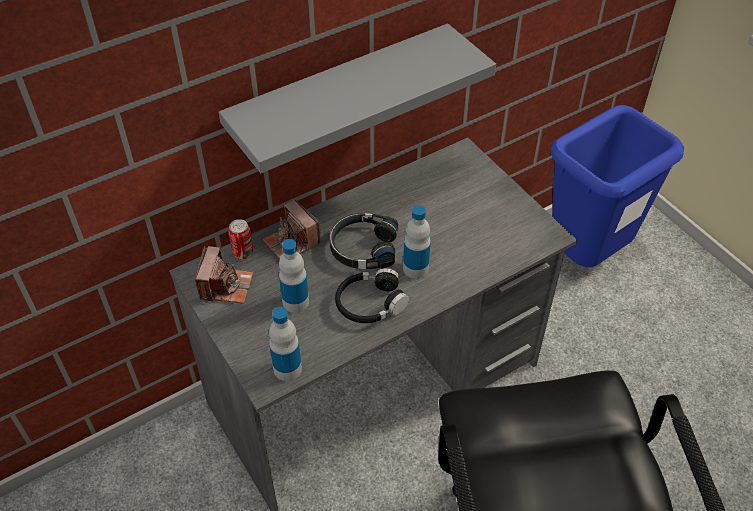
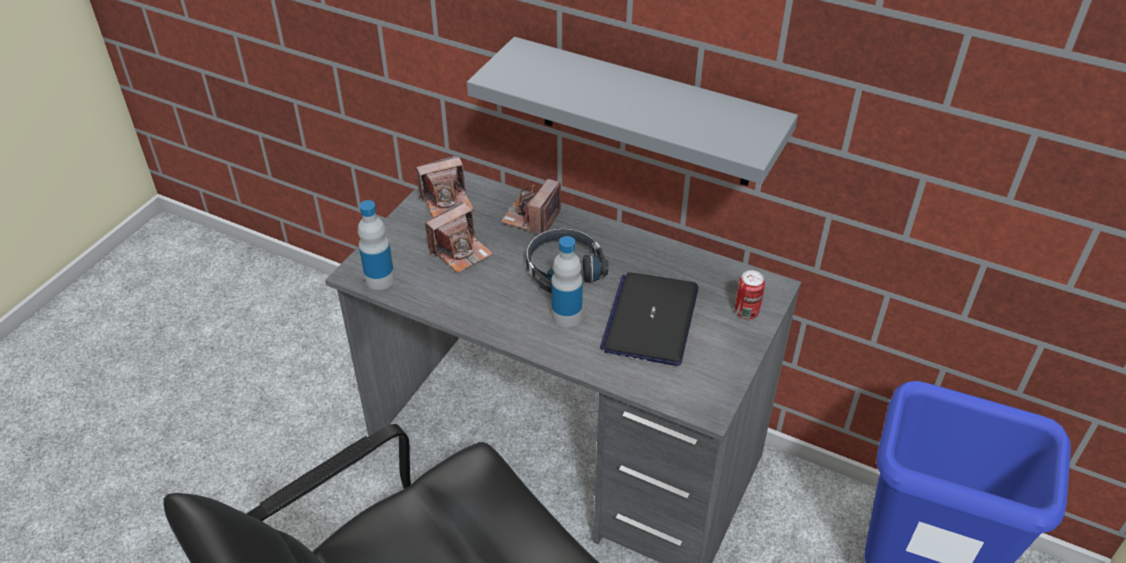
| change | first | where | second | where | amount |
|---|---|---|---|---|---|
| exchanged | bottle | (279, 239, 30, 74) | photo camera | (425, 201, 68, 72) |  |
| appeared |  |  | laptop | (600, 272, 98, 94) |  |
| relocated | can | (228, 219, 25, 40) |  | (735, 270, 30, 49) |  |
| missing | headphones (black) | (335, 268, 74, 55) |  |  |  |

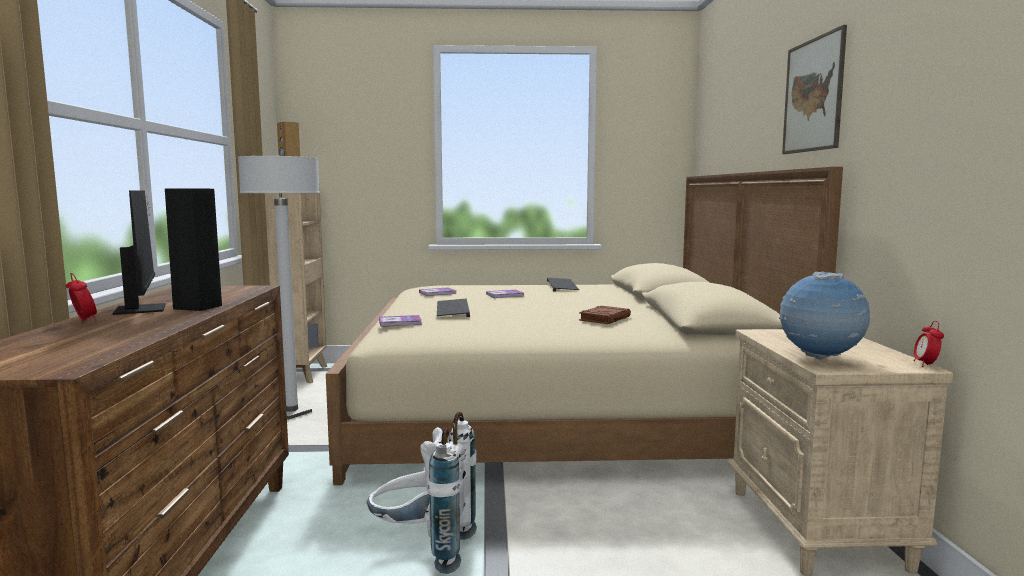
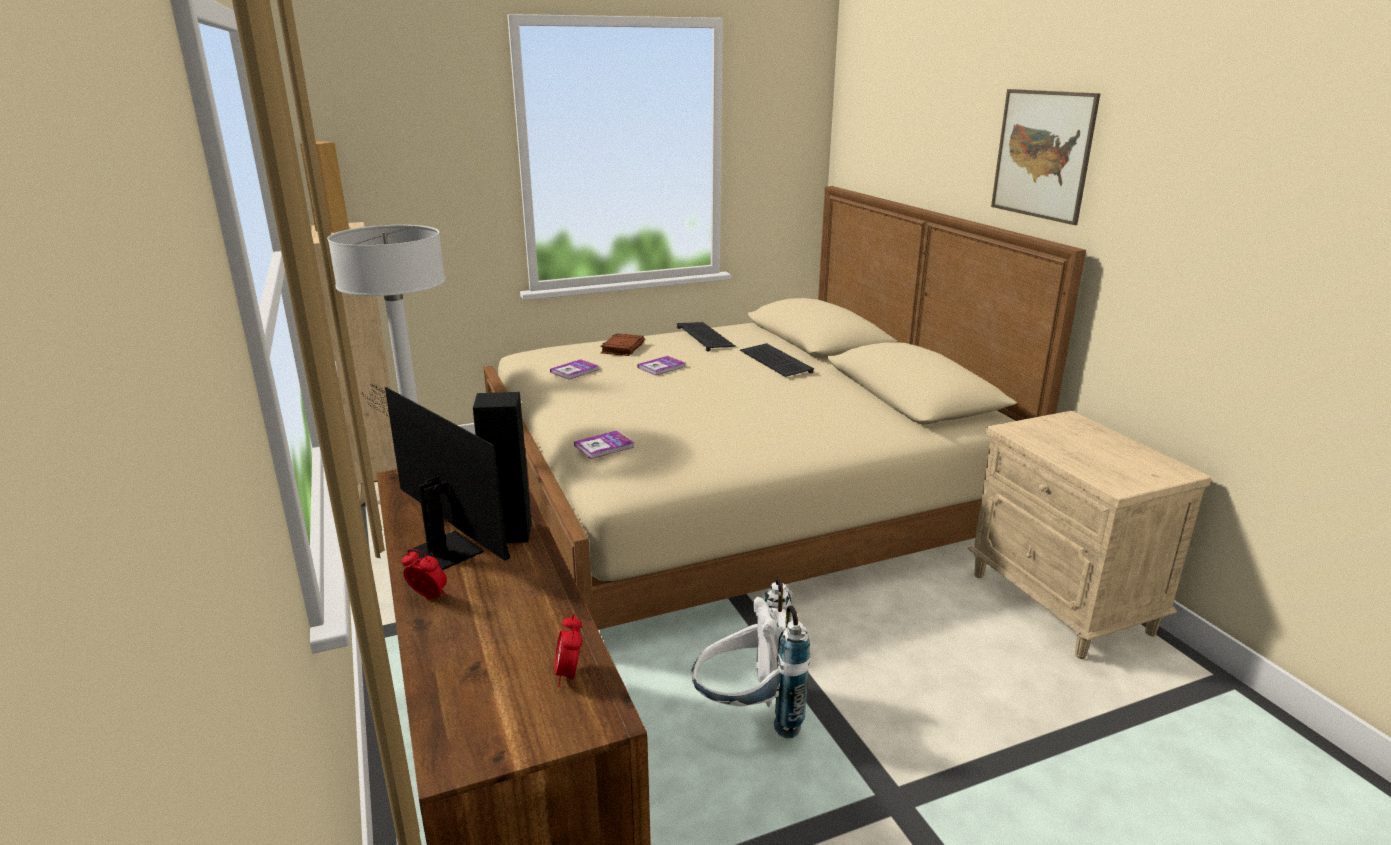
| change | first | where | second | where | amount |
|---|---|---|---|---|---|
| relocated | alarm clock | (914, 321, 30, 46) |  | (555, 613, 27, 74) |  |
| relocated | book (brown) | (579, 306, 52, 18) |  | (601, 333, 44, 23) |  |
| relocated | keyboard | (437, 298, 33, 19) |  | (740, 343, 74, 34) |  |
| missing | globe | (779, 271, 91, 89) |  |  |  |

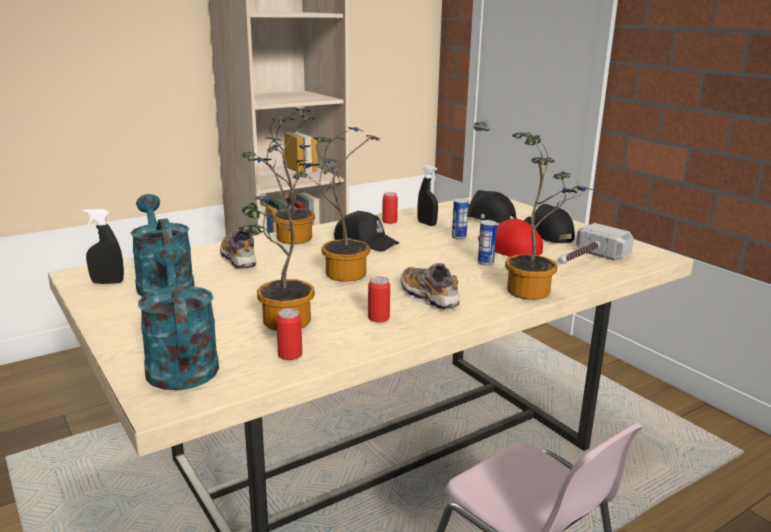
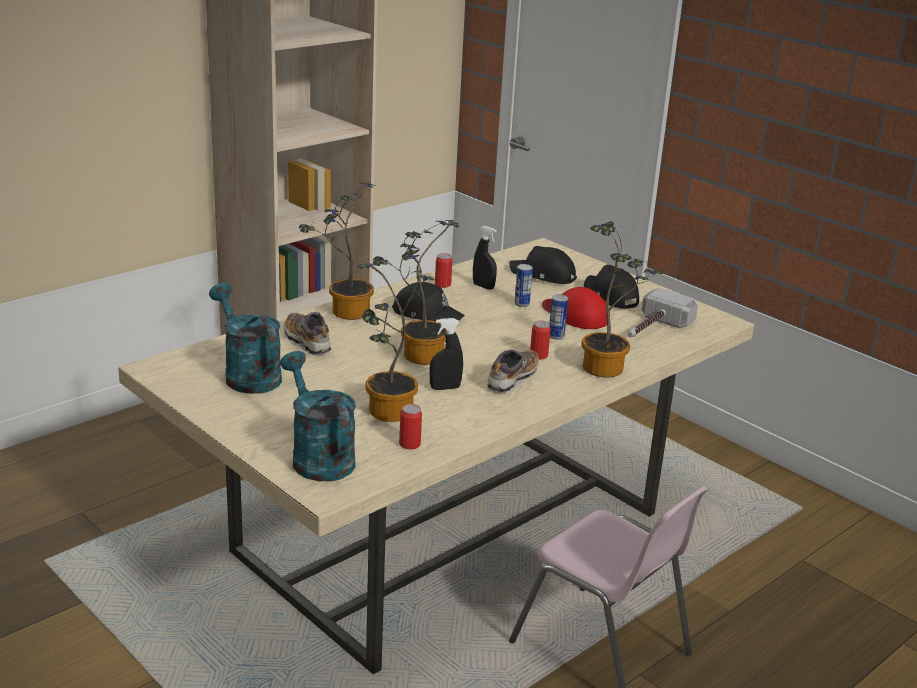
| change | first | where | second | where | amount |
|---|---|---|---|---|---|
| relocated | spray bottle (black) | (84, 209, 40, 75) |  | (430, 318, 33, 72) |  |
| spun | shoe | (401, 263, 59, 48) |  | (487, 349, 52, 44) | 75 degrees clockwise |
| relocated | can | (368, 276, 22, 46) |  | (530, 321, 21, 39) |  |

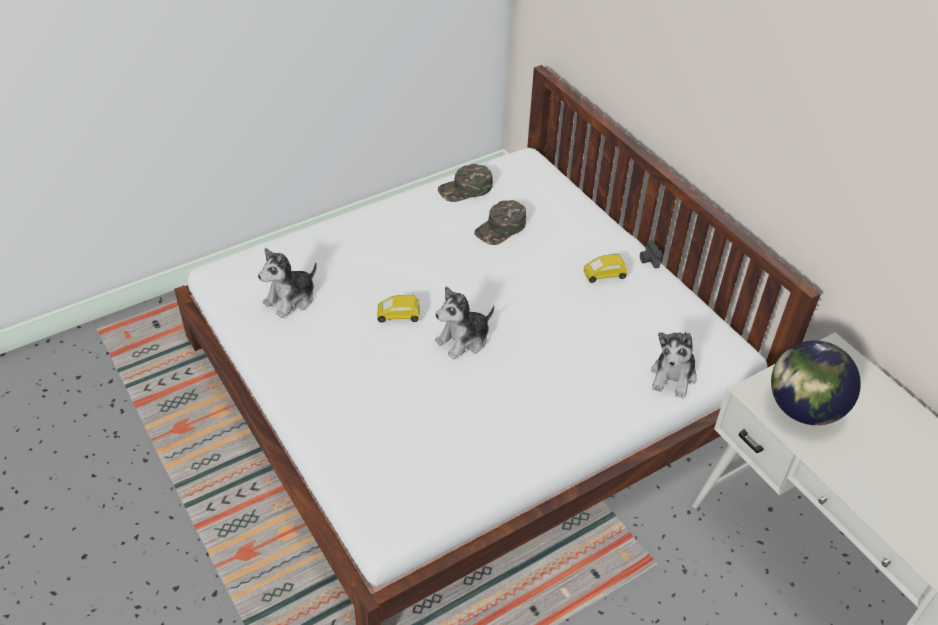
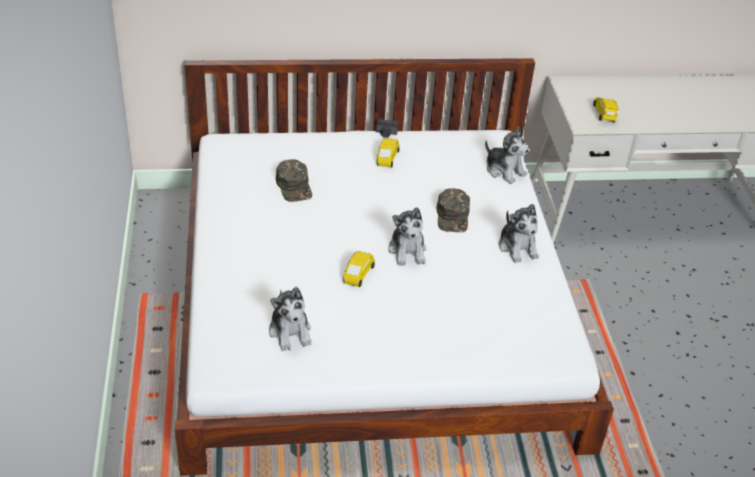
| change | first | where | second | where | amount |
|---|---|---|---|---|---|
| relocated | cap (green) | (438, 164, 55, 38) |  | (437, 188, 33, 44) |  |
| appeared |  |  | plush toy | (498, 204, 41, 59) |  |
| exchanged | globe | (771, 340, 90, 85) | toy car (yellow) | (593, 98, 26, 25) |  |

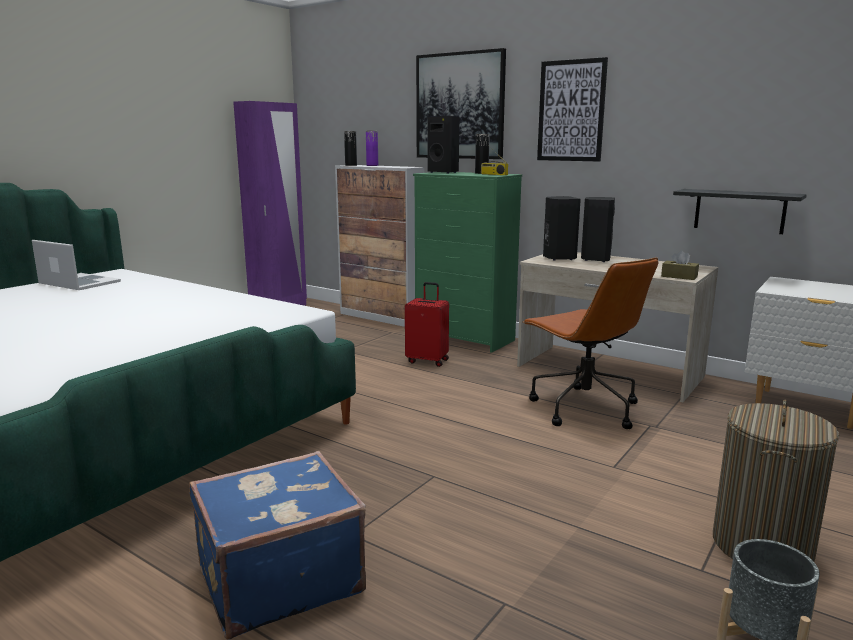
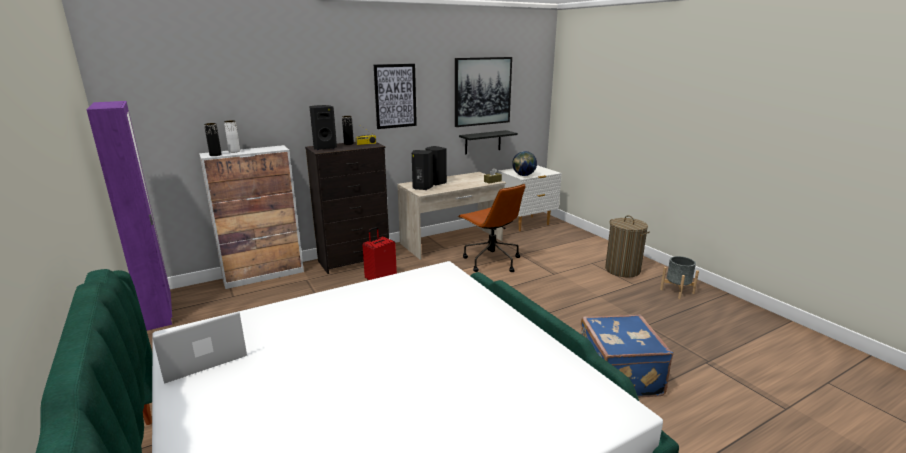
| change | first | where | second | where | amount |
|---|---|---|---|---|---|
| colour | vase (purple) | (366, 131, 12, 35) | vase (white) | (224, 120, 16, 33) |  |
| colour | dresser (green) | (413, 172, 109, 181) | dresser (black) | (305, 142, 84, 132) |  |
| relocated | picture | (416, 48, 90, 111) |  | (455, 57, 57, 70) |  |
| spun | office chair (brown) | (523, 257, 135, 172) |  | (458, 184, 67, 88) | 60 degrees clockwise |
| appeared |  |  | globe | (512, 151, 25, 25) |  |

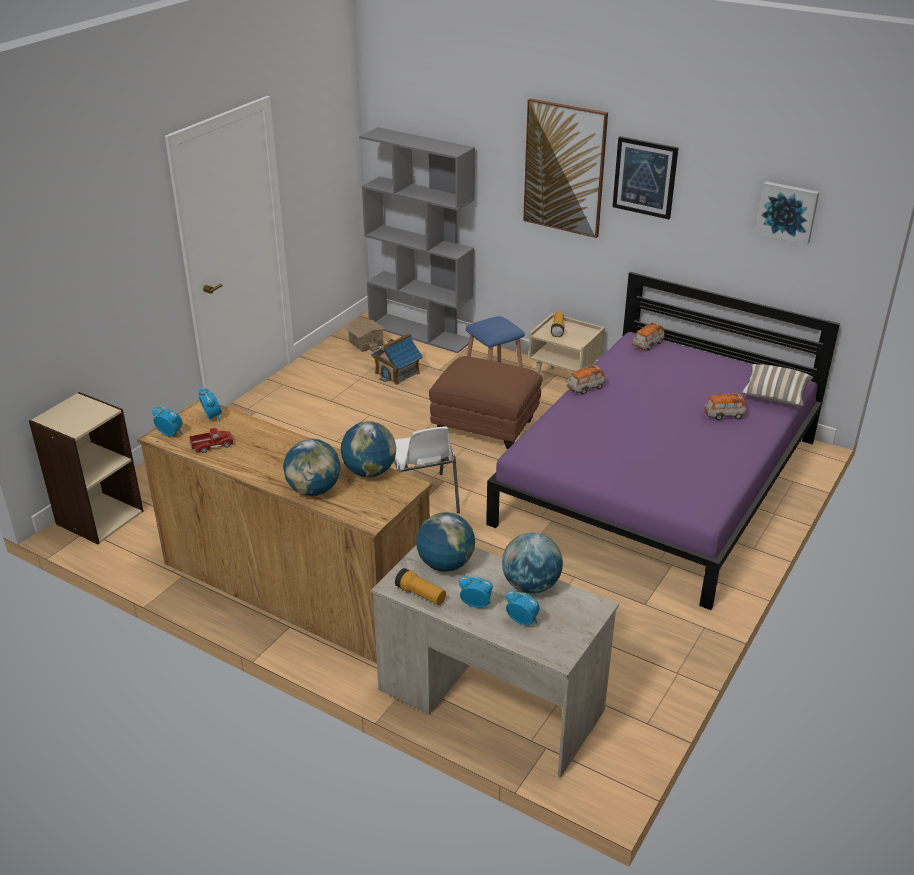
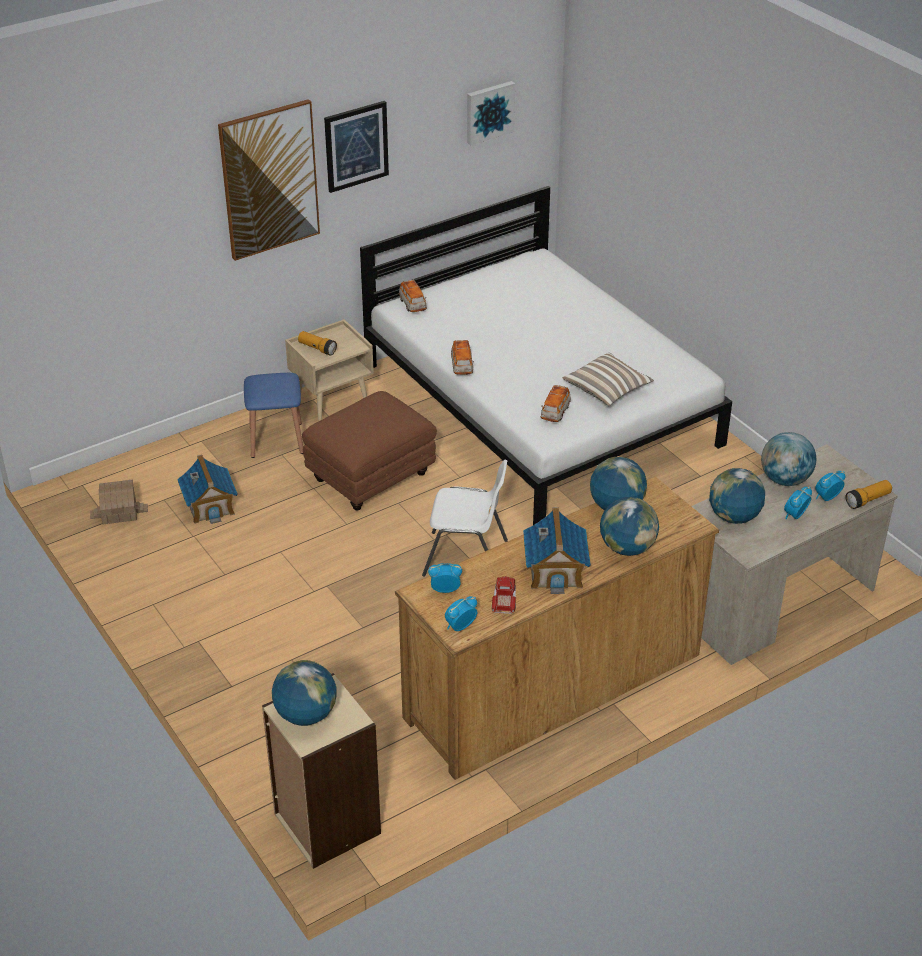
| change | first | where | second | where | amount |
|---|---|---|---|---|---|
| appeared |  |  | globe | (272, 660, 65, 66) |  |
| colour | bed (purple) | (486, 272, 354, 338) | bed (white) | (360, 186, 372, 339) |  |
| appeared |  |  | toy house | (523, 507, 68, 87) |  |
| relocated | toy car | (704, 393, 43, 27) |  | (541, 385, 30, 37) |  |
| relocated | pillow | (741, 364, 72, 42) |  | (563, 353, 91, 53) |  |
| relocated | flashlight | (395, 568, 51, 37) |  | (845, 480, 47, 29) |  |
| missing | bookcase (grey) | (359, 127, 116, 226) |  |  |  |

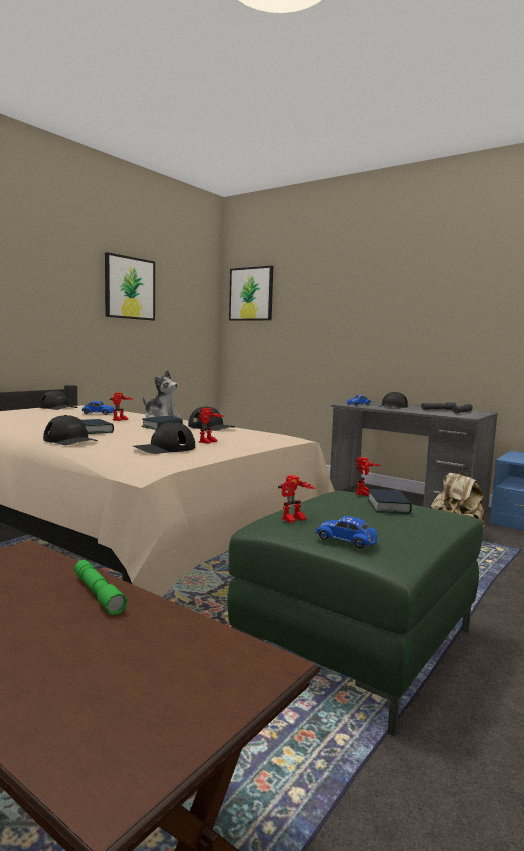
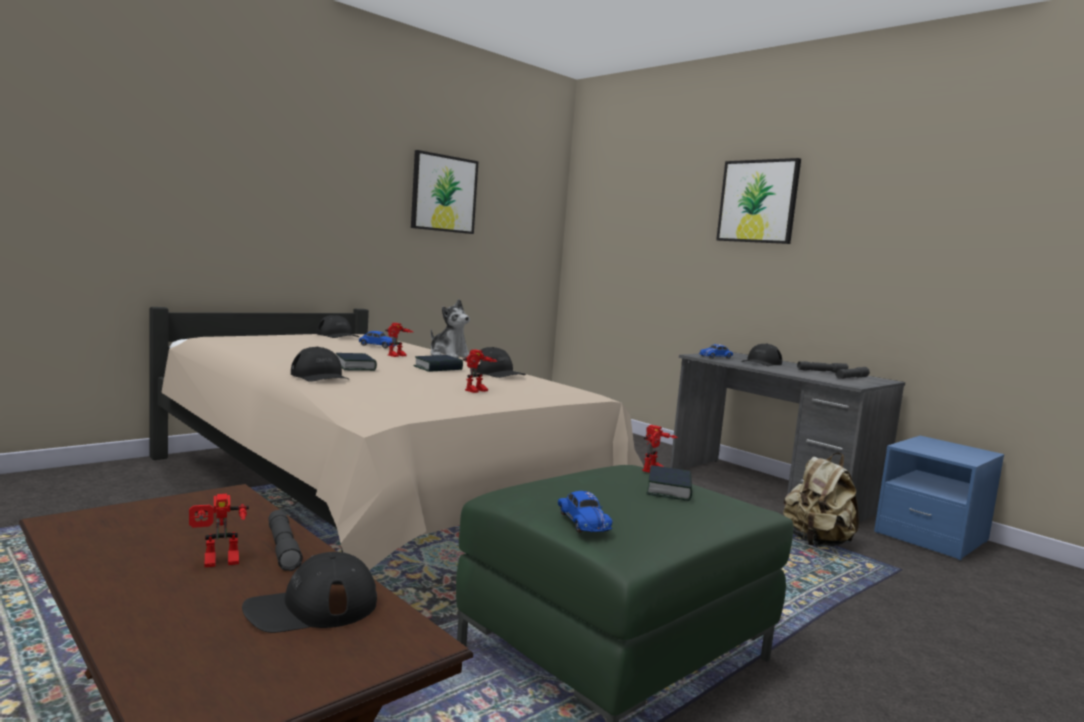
| change | first | where | second | where | amount |
|---|---|---|---|---|---|
| relocated | toy robot | (278, 475, 37, 48) |  | (189, 494, 60, 73) |  |
| relocated | cap (black) | (133, 422, 62, 32) |  | (242, 552, 135, 81) |  |
| colour | flashlight (green) | (74, 560, 54, 55) | flashlight (grey) | (268, 510, 35, 61) |  |
| spun | toy car (blue) | (315, 516, 63, 33) |  | (558, 491, 54, 42) | 150 degrees counterclockwise |
| relocated | picture | (229, 266, 44, 54) |  | (716, 158, 85, 86) |  |

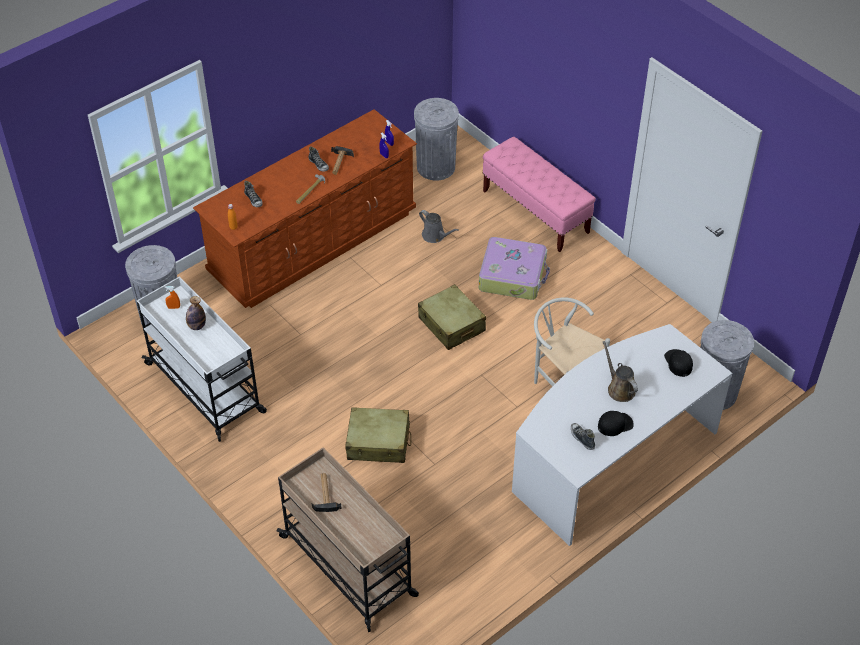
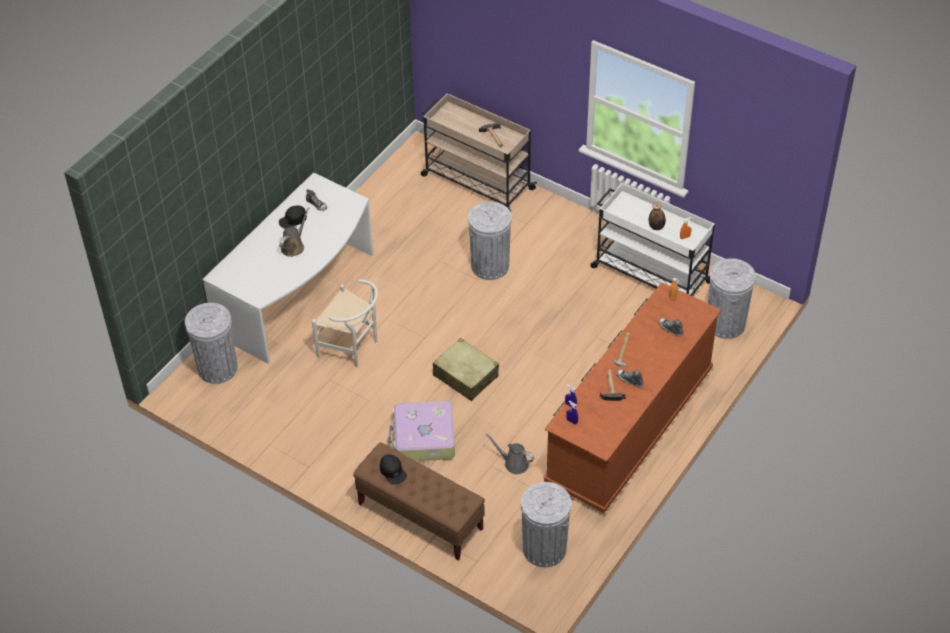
| change | first | where | second | where | amount |
|---|---|---|---|---|---|
| spun | watering can (brown) | (603, 341, 35, 61) |  | (279, 207, 30, 50) | 105 degrees counterclockwise |
| colour | bench (pink) | (482, 137, 114, 115) | bench (brown) | (353, 442, 132, 118) |  |
| relocated | cap (black) | (664, 349, 29, 28) |  | (380, 454, 27, 31) |  |
| exchanged | suitcase (beige) | (345, 407, 66, 56) | trash can (grey) | (468, 201, 44, 79) |  |

